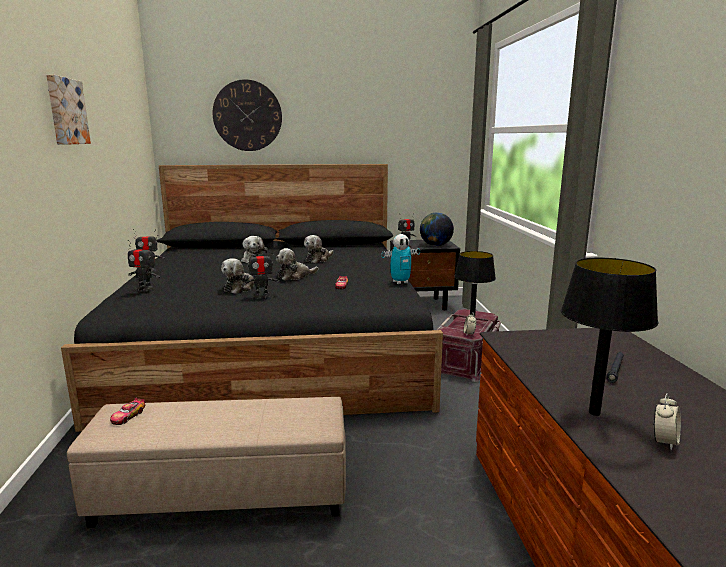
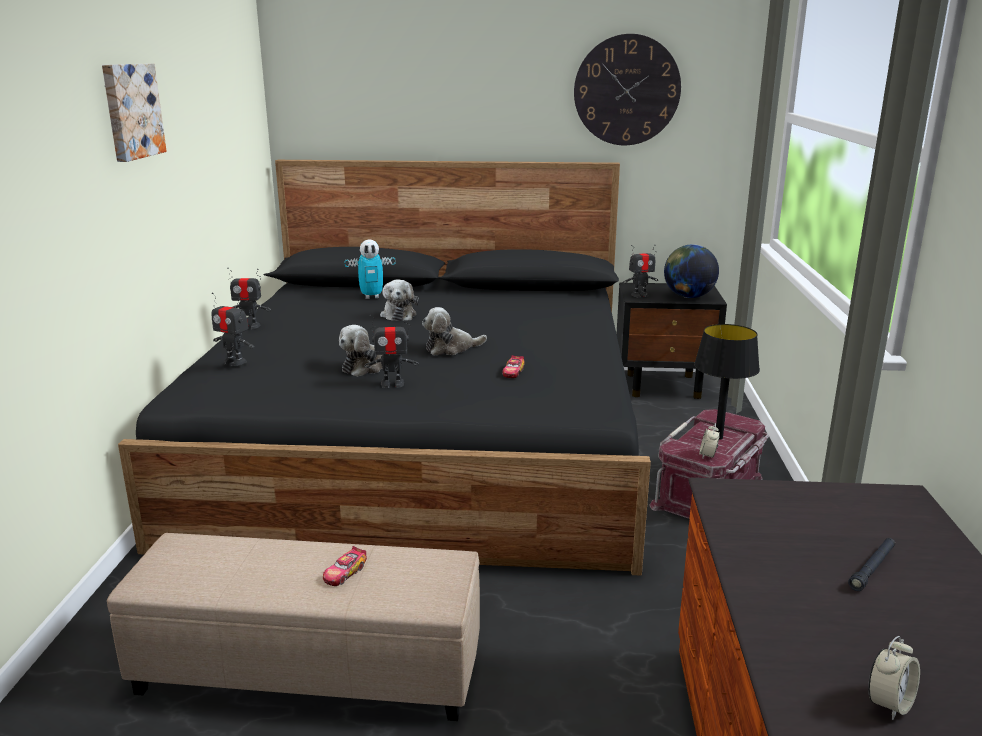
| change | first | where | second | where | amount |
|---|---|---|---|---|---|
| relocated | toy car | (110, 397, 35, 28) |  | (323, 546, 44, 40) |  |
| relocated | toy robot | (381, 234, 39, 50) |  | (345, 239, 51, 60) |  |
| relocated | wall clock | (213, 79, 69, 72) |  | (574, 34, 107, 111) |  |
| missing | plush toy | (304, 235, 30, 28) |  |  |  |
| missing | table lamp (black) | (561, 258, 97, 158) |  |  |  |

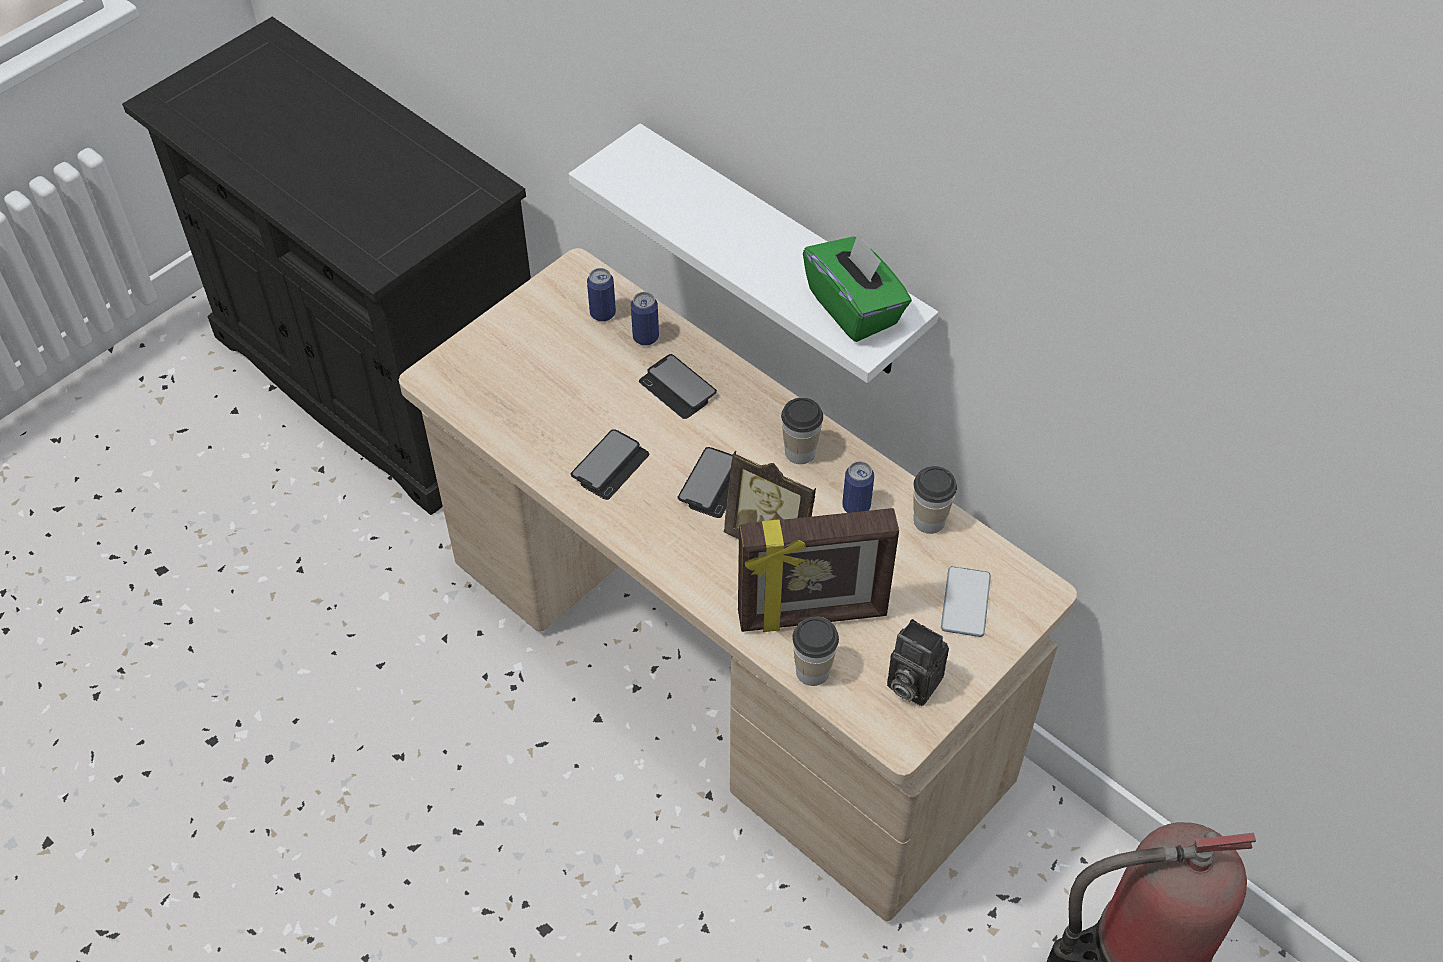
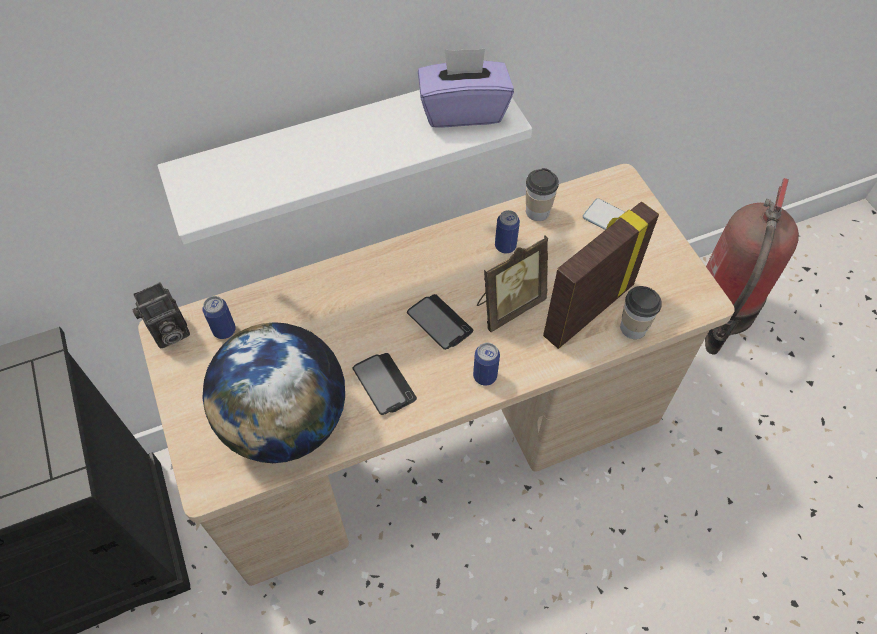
| change | first | where | second | where | amount |
|---|---|---|---|---|---|
| relocated | photo camera | (887, 619, 62, 87) |  | (133, 282, 57, 67) |  |
| appeared |  |  | globe | (203, 322, 142, 141) |  |
| colour | tissue box (green) | (803, 232, 109, 110) | tissue box (purple) | (418, 49, 96, 79) |  |
| relocated | can | (631, 292, 28, 54) |  | (473, 343, 27, 43) |  |
| spun | picture frame | (738, 508, 161, 124) |  | (543, 202, 116, 147) | 150 degrees counterclockwise |
| missing | phone | (639, 354, 78, 65) |  |  |  |
| missing | cup | (781, 398, 42, 66) |  |  |  |

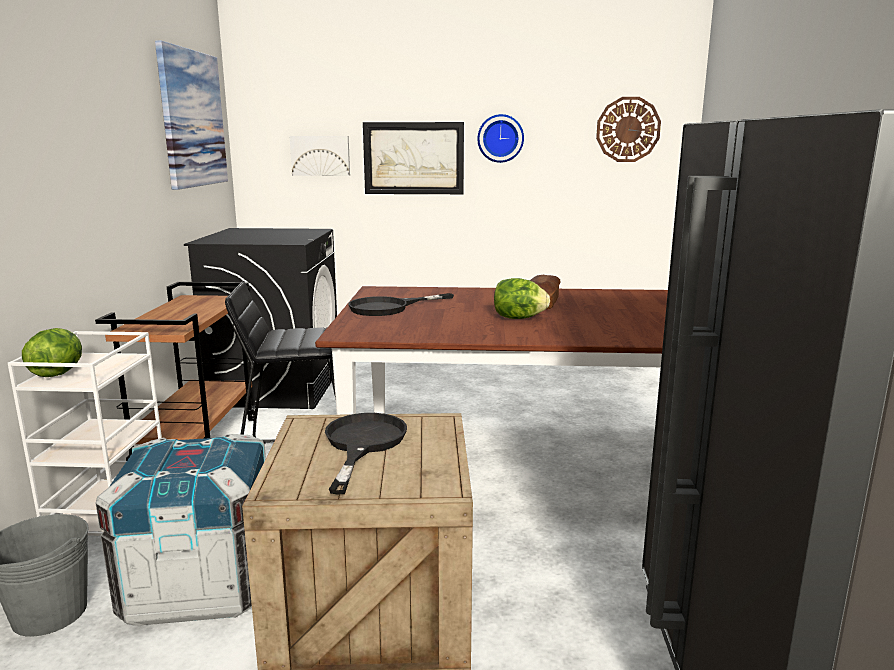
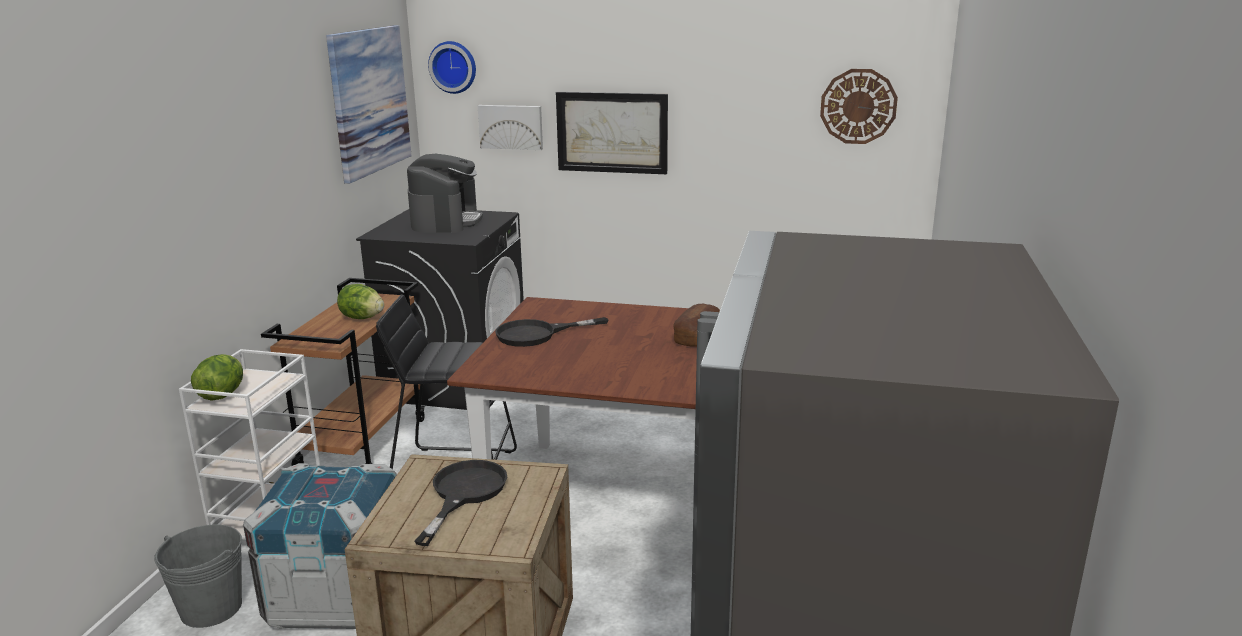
| change | first | where | second | where | amount |
|---|---|---|---|---|---|
| relocated | lettuce | (494, 278, 56, 41) |  | (337, 284, 47, 35) |  |
| appeared |  |  | coffee machine | (407, 154, 76, 79) |  |
| relocated | wall clock | (477, 114, 47, 49) |  | (428, 41, 48, 53) |  |

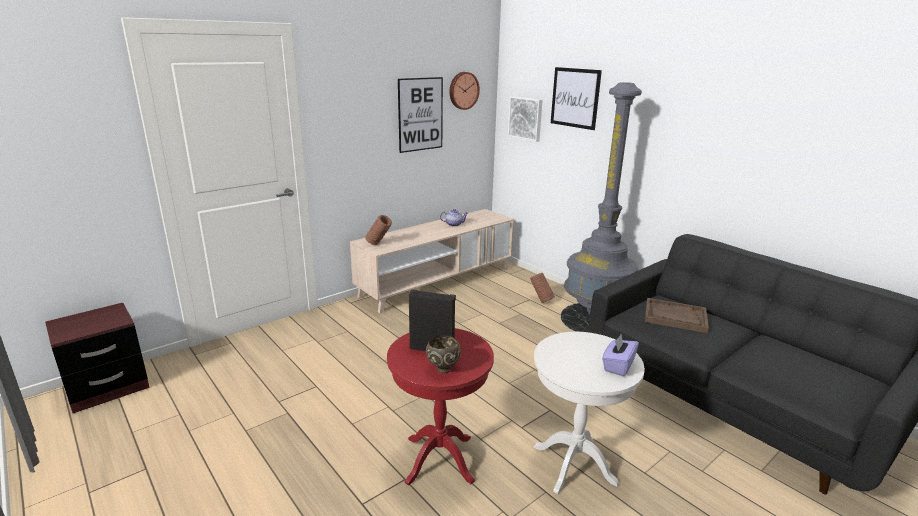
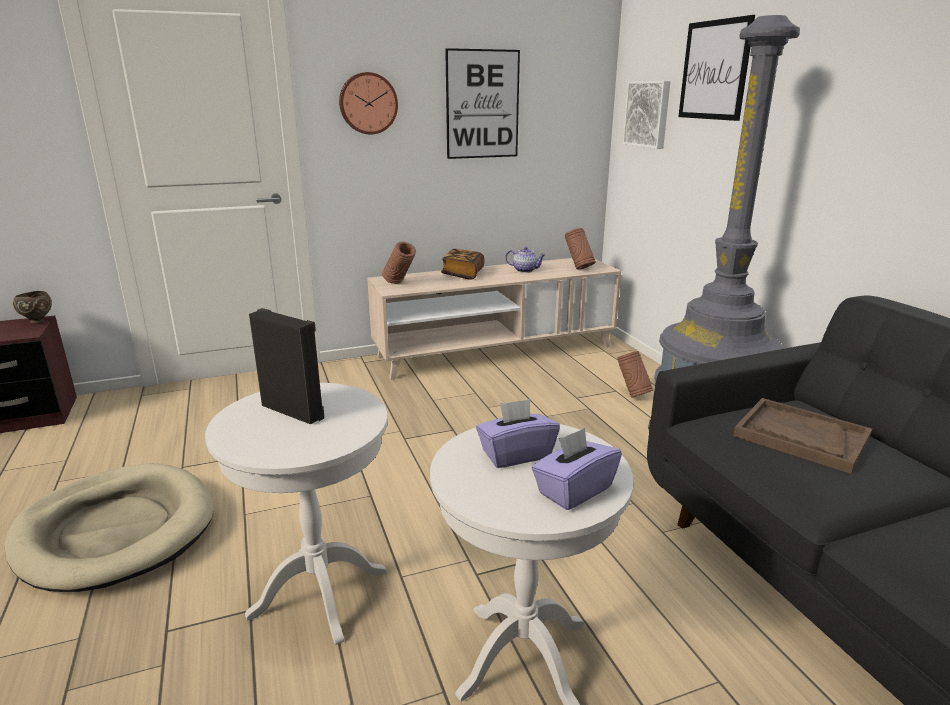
| change | first | where | second | where | amount |
|---|---|---|---|---|---|
| appeared |  |  | dog bed (beige) | (4, 463, 210, 129) |  |
| relocated | bowl (brown) | (426, 335, 35, 38) |  | (13, 291, 39, 33) |  |
| colour | side table (red) | (387, 328, 107, 157) | side table (white) | (205, 383, 183, 262) |  |
| relocated | wall clock | (449, 72, 31, 38) |  | (339, 72, 59, 63) |  |
| appeared |  |  | book | (441, 249, 43, 31) |  |
| appeared |  |  | tissue box (purple) | (476, 399, 84, 69) |  |
| appeared |  |  | vase (brown) | (565, 228, 31, 42) |  |

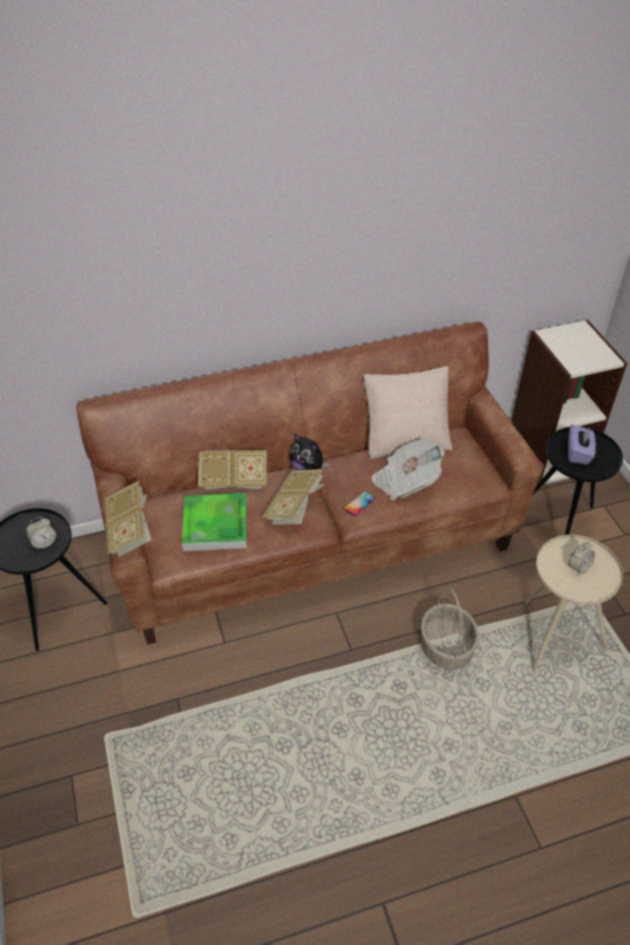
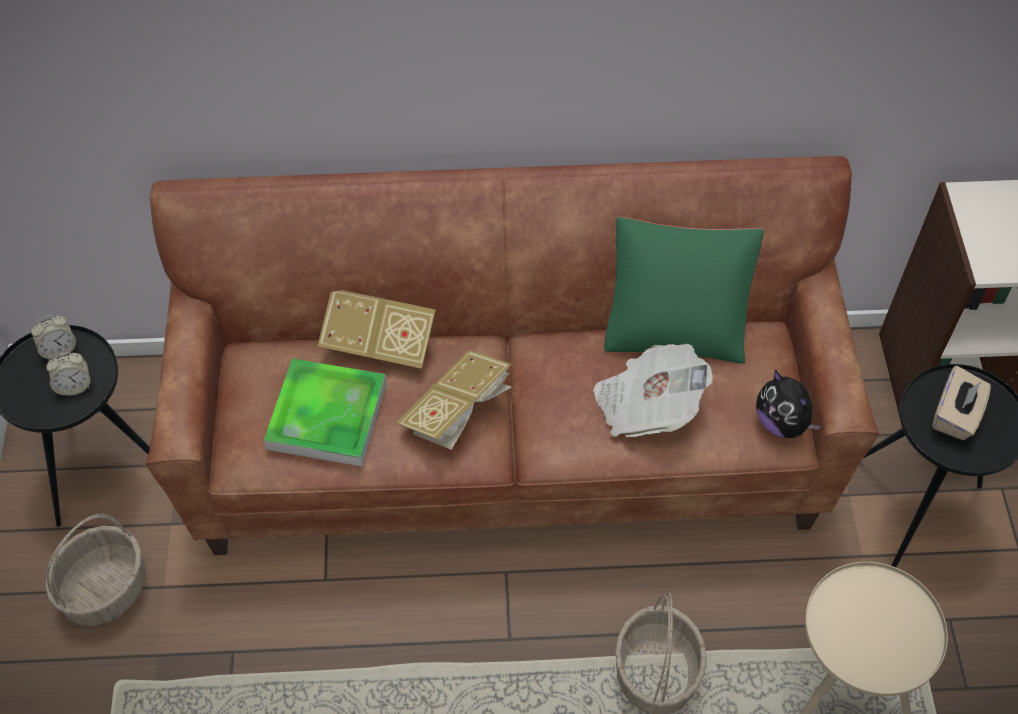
| change | first | where | second | where | amount |
|---|---|---|---|---|---|
| relocated | alarm clock | (569, 542, 26, 33) |  | (31, 315, 45, 45) |  |
| appeared |  |  | basket | (45, 514, 101, 112) |  |
| colour | pillow (beige) | (363, 366, 90, 93) | pillow (green) | (604, 217, 160, 147) |  |
| relocated | plush toy | (290, 434, 39, 36) |  | (756, 370, 66, 68) |  |
| colour | tissue box (purple) | (568, 424, 28, 40) | tissue box (beige) | (932, 366, 59, 74) |  |
| missing | book | (105, 480, 46, 77) |  |  |  |
| missing | phone | (343, 491, 32, 25) |  |  |  |

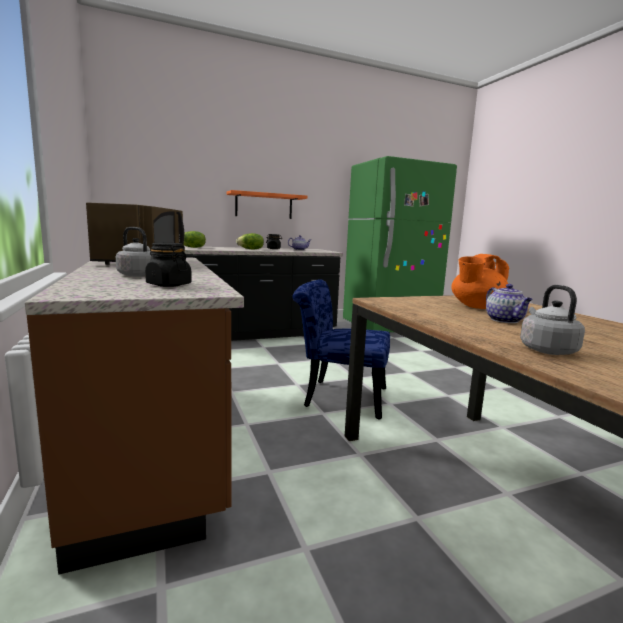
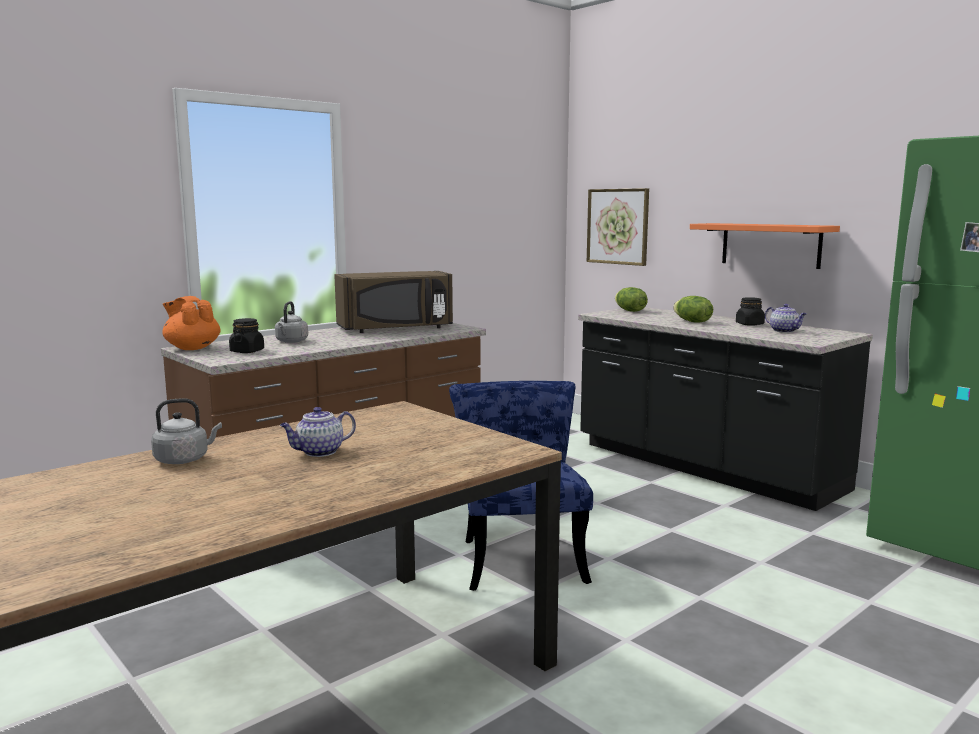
| change | first | where | second | where | amount |
|---|---|---|---|---|---|
| relocated | teapot (orange) | (451, 254, 59, 55) |  | (162, 296, 59, 54) |  |
| appeared |  |  | picture | (587, 188, 62, 78) |  |

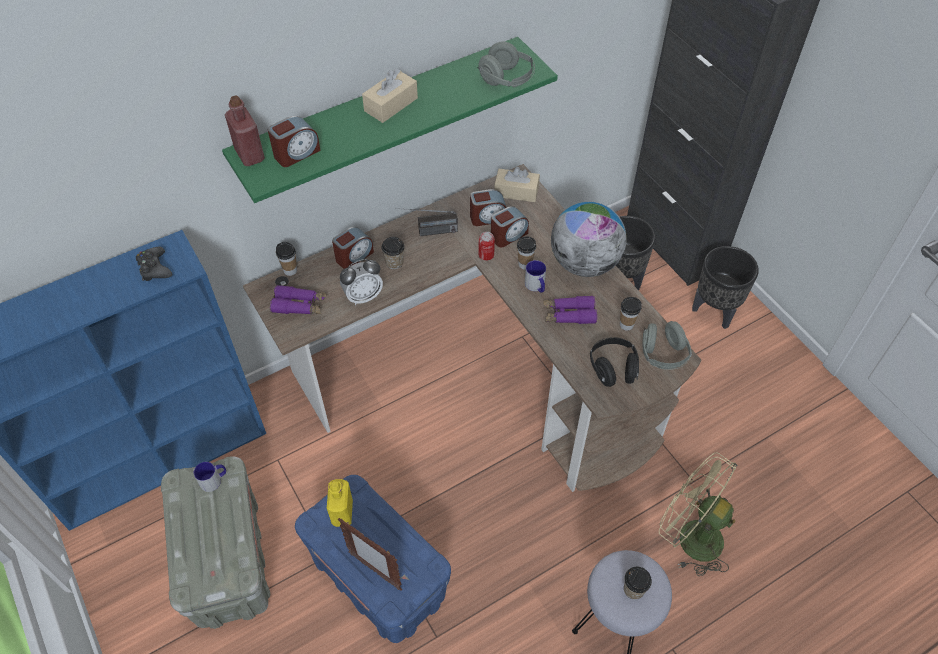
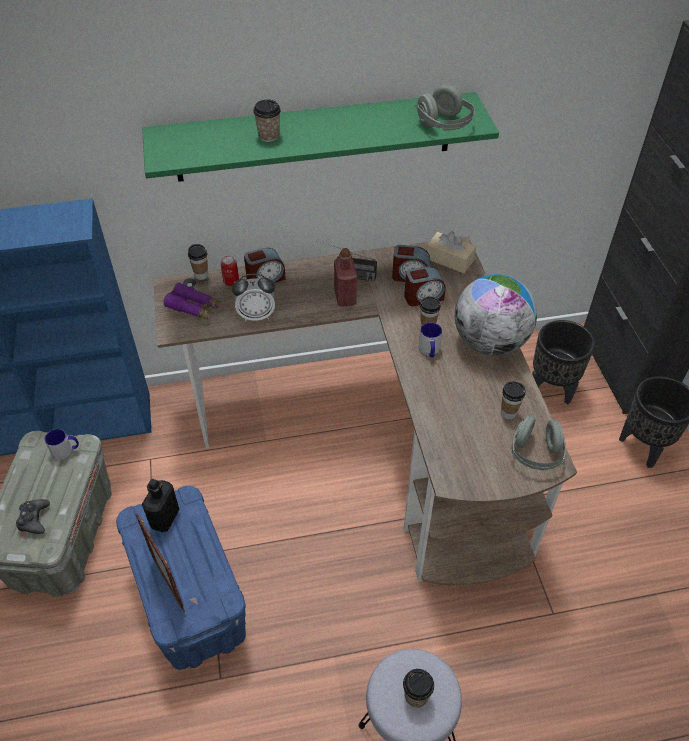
| change | first | where | second | where | amount |
|---|---|---|---|---|---|
| relocated | game controller (black) | (136, 247, 36, 34) |  | (16, 499, 34, 35) |  |
| colour | bottle (yellow) | (327, 479, 26, 48) | bottle (black) | (142, 479, 38, 53) |  |
| relocated | can | (478, 232, 17, 29) |  | (221, 256, 18, 30) |  |
| relocated | cup | (381, 237, 24, 32) |  | (253, 99, 28, 43) |  |
| relocated | bottle (red) | (225, 95, 40, 71) |  | (334, 248, 23, 59) |  |
| missing | alarm clock | (268, 116, 53, 51) |  |  |  |
| missing | tissue box (beige) | (362, 68, 56, 55) |  |  |  |
| missing | binoculars (purple) | (543, 296, 54, 28) |  |  |  |
| missing | headphones (black) | (590, 337, 49, 50) |  |  |  |
| missing | fan (beige) | (659, 452, 78, 124) |  |  |  |

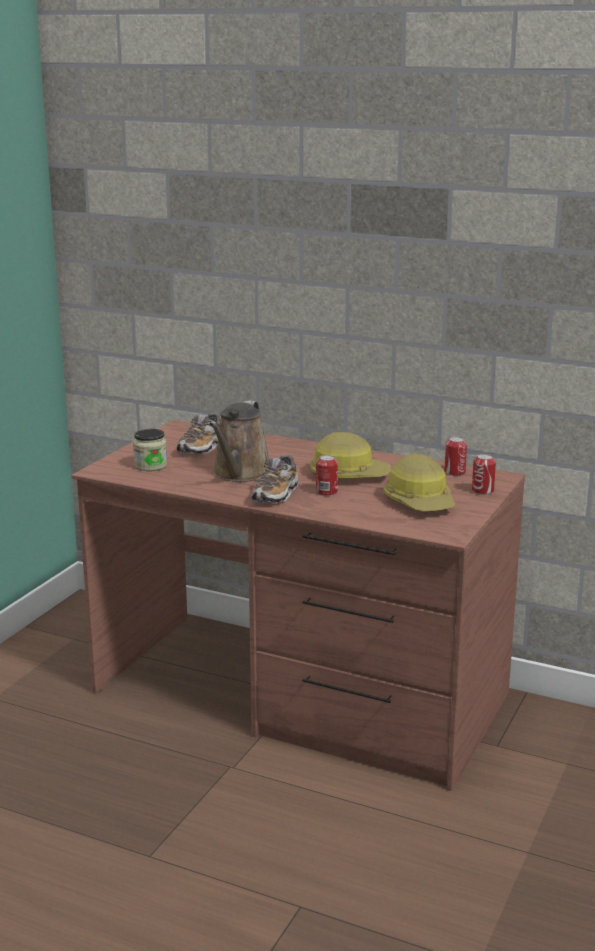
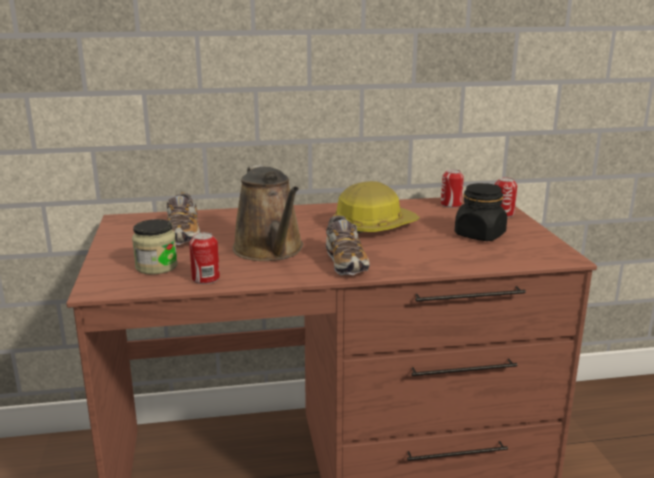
| change | first | where | second | where | amount |
|---|---|---|---|---|---|
| relocated | can | (316, 455, 22, 41) |  | (189, 232, 31, 52) |  |
| exchanged | hard hat | (383, 453, 72, 58) | jar (black) | (455, 183, 52, 58) |  |

